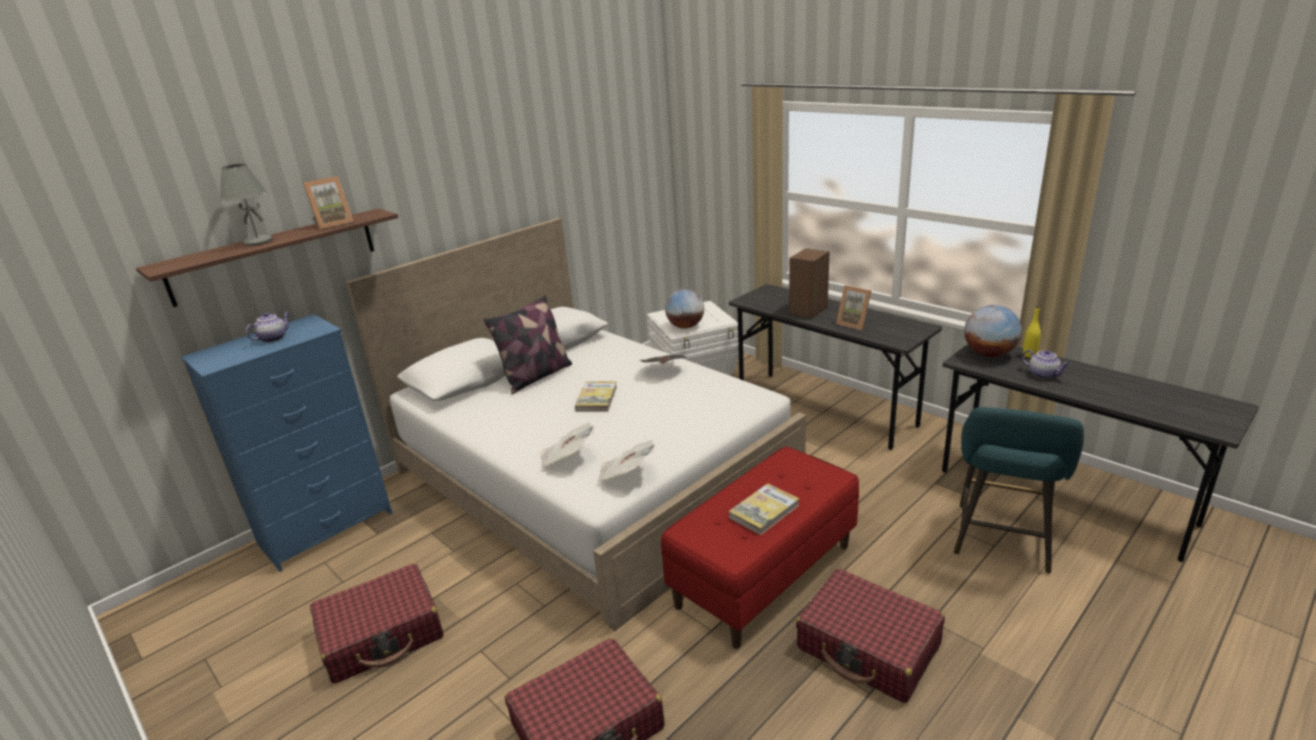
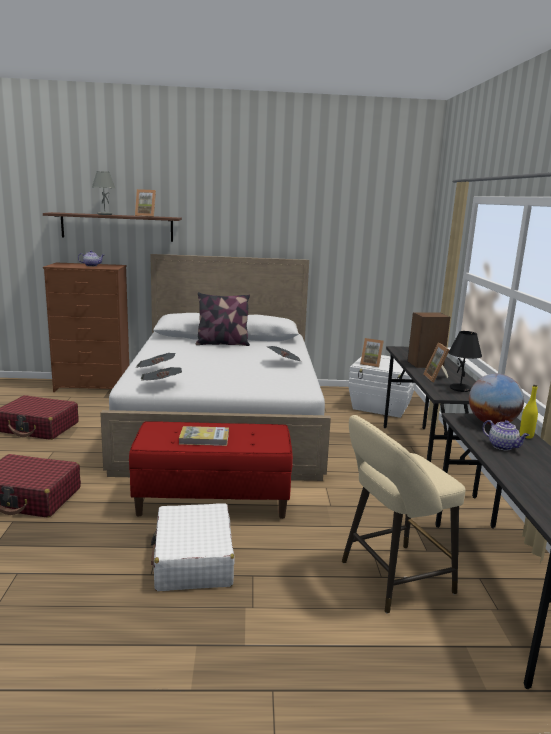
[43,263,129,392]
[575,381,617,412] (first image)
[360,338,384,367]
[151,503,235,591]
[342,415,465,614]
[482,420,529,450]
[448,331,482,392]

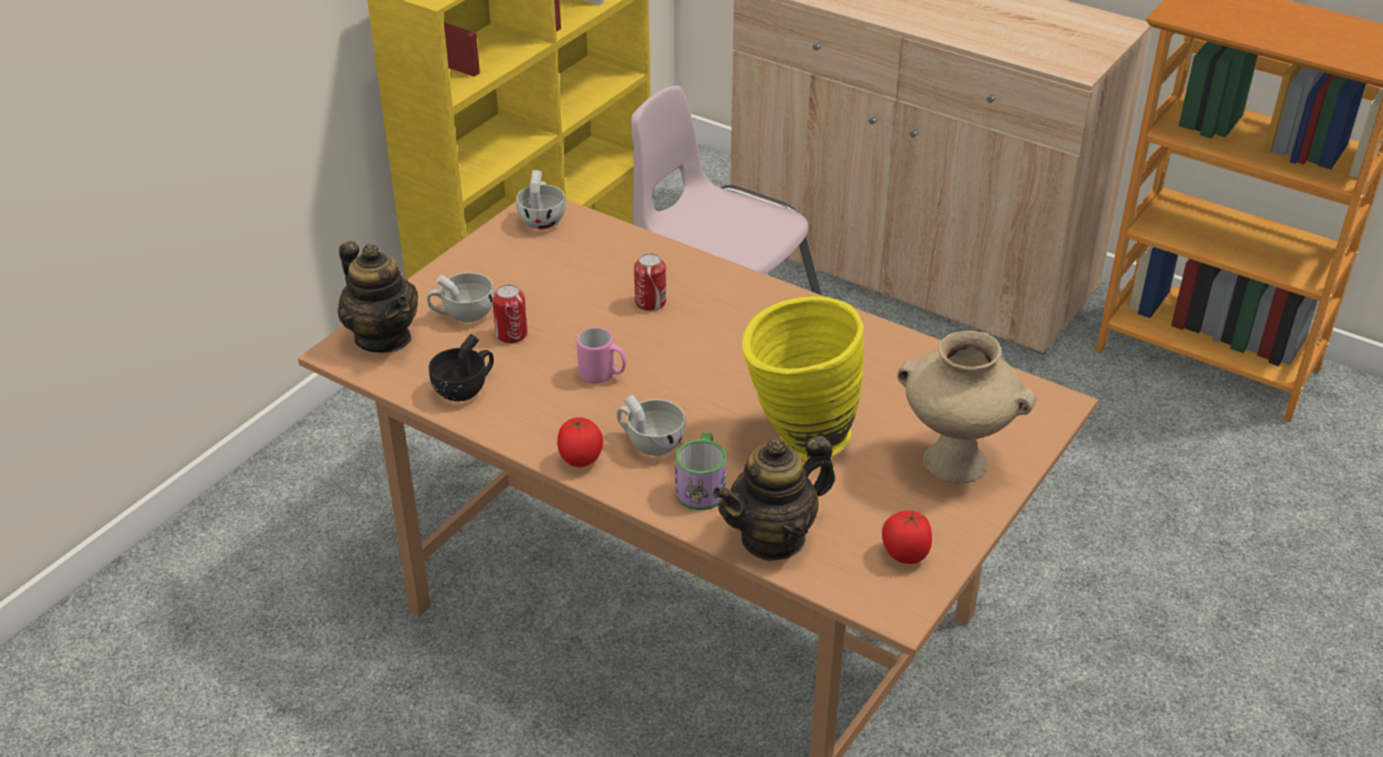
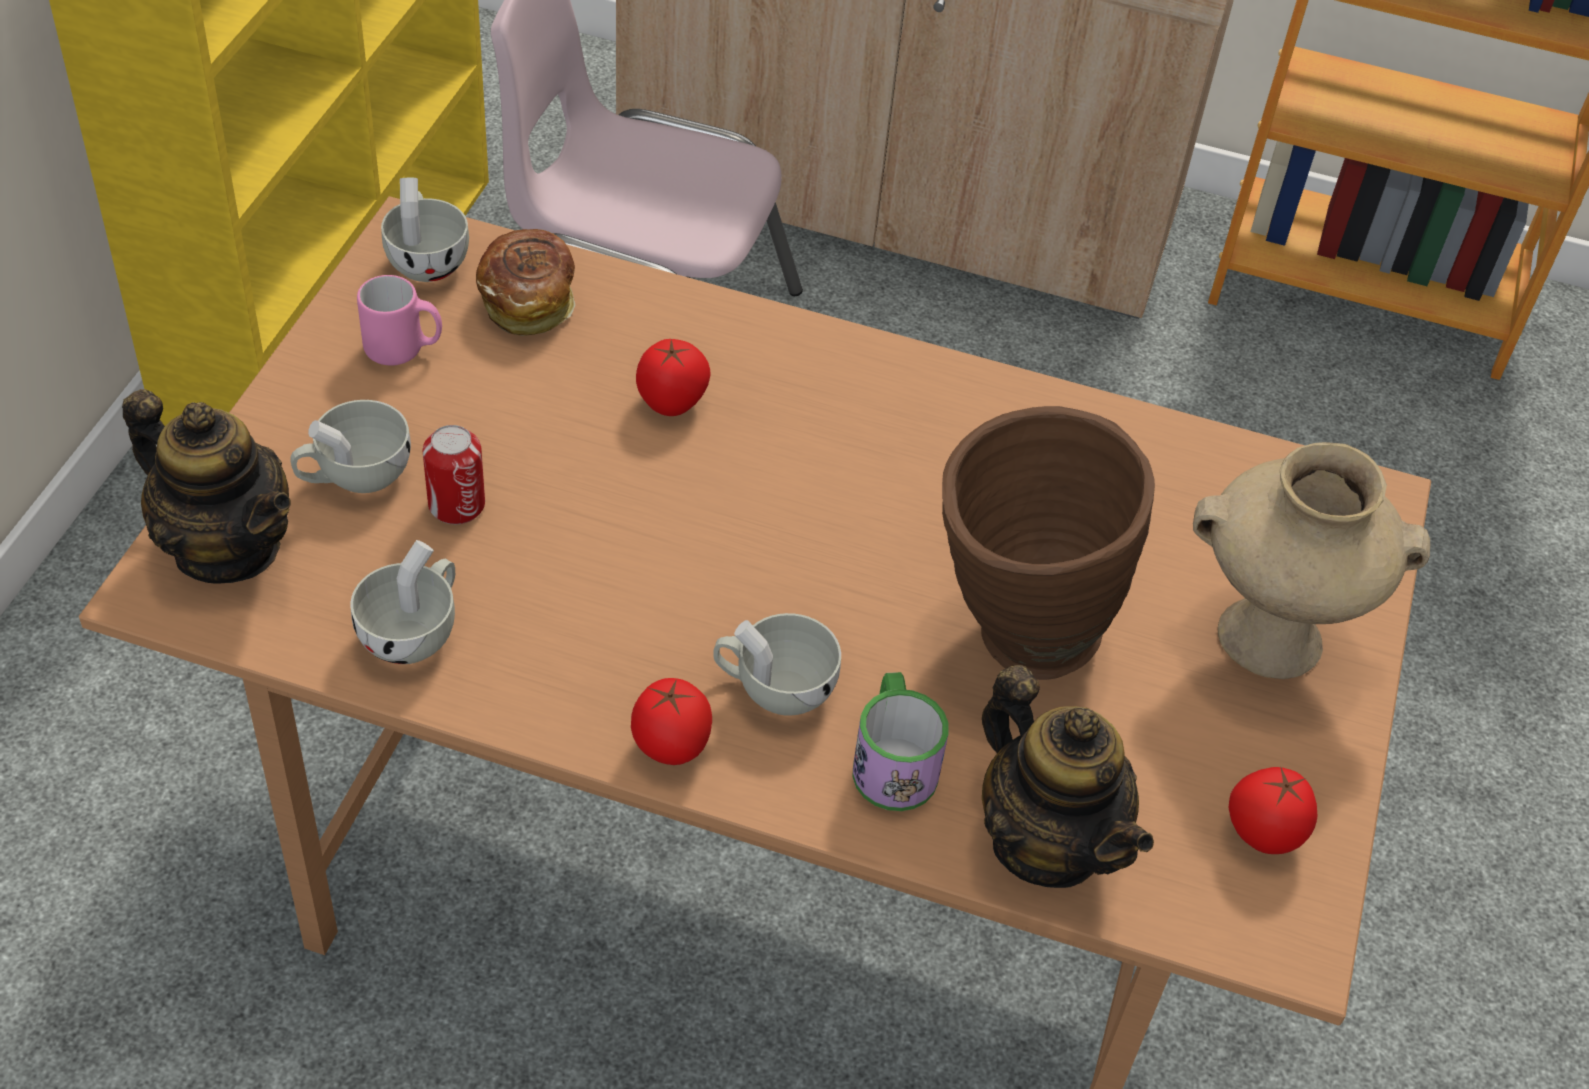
[351,540,455,664]
[357,275,442,366]
[636,339,711,416]
[982,665,1154,888]
[942,406,1155,680]
[476,229,575,336]

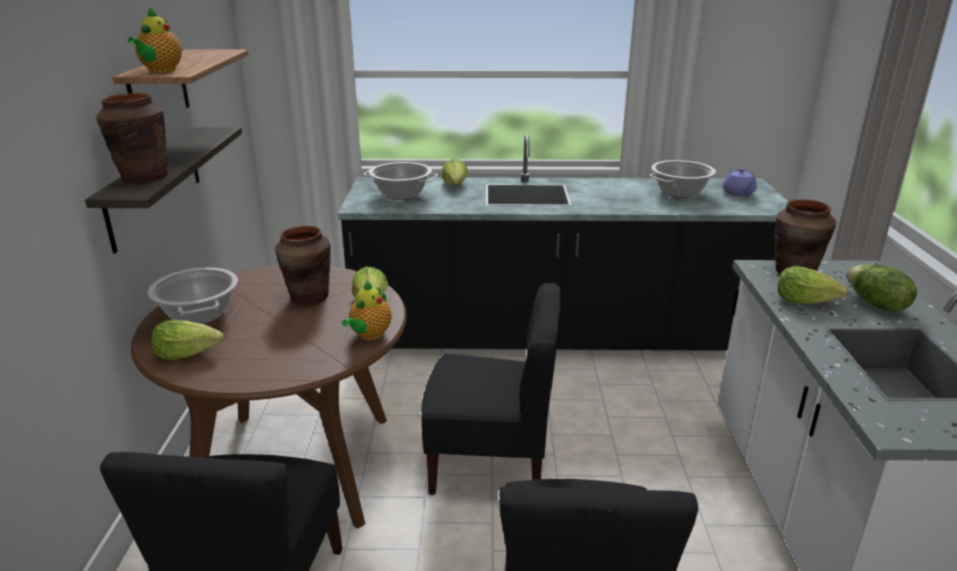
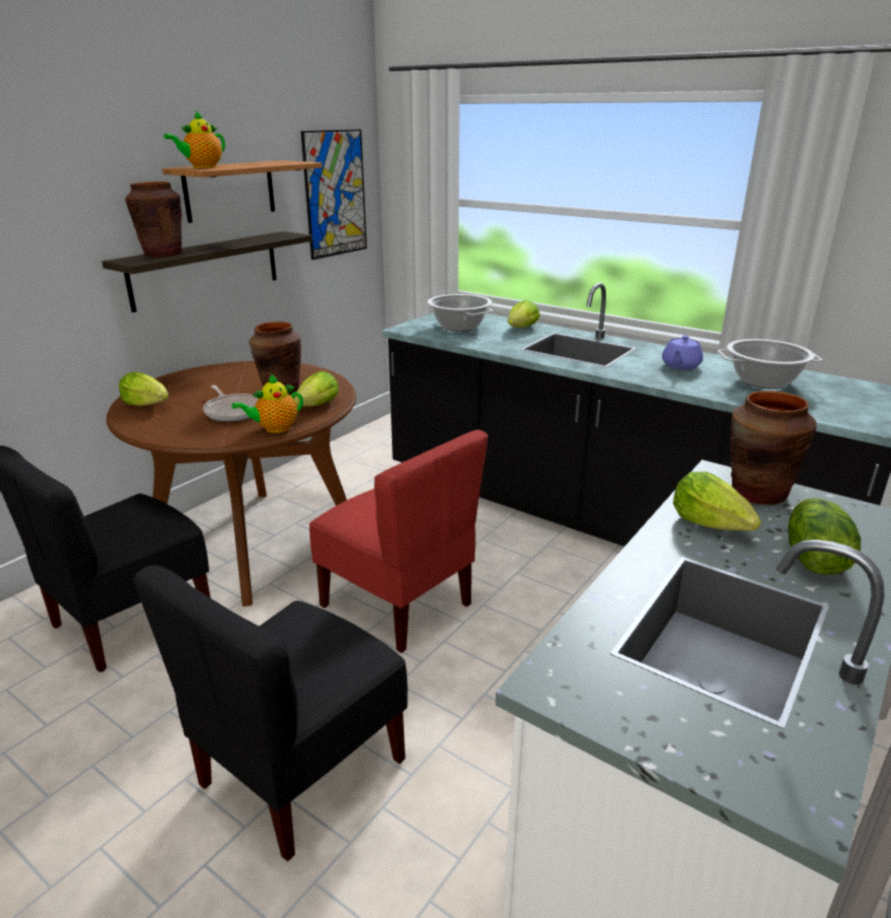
[148,267,238,324] (first image)
[309,430,488,653]
[662,335,703,370]
[203,385,259,422]
[301,129,367,260]

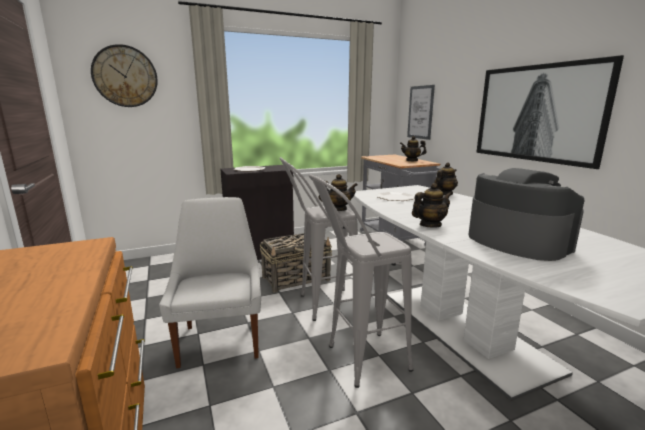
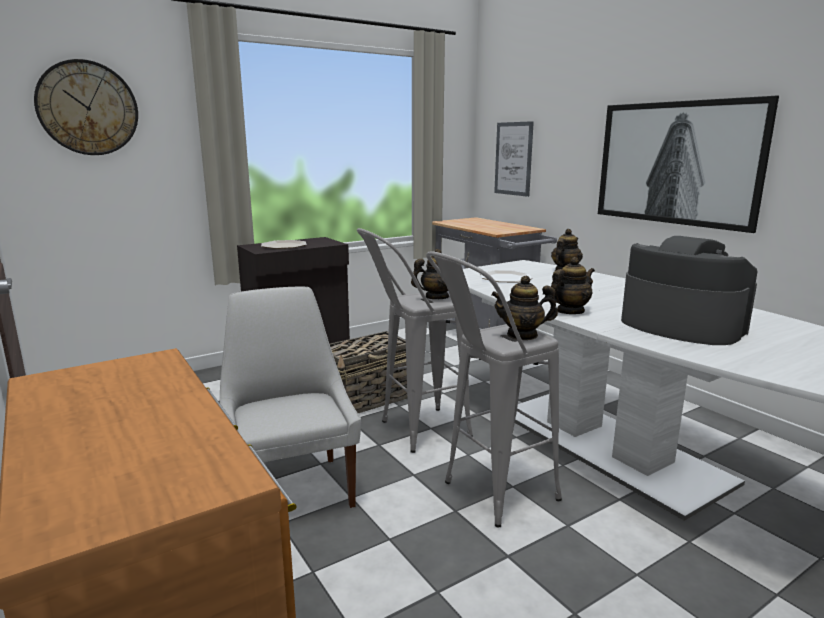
[491,276,558,340]

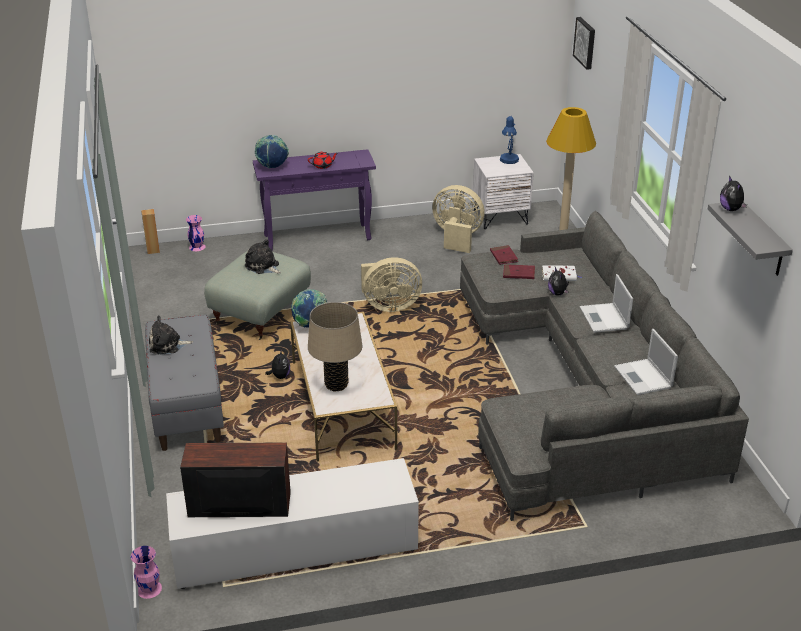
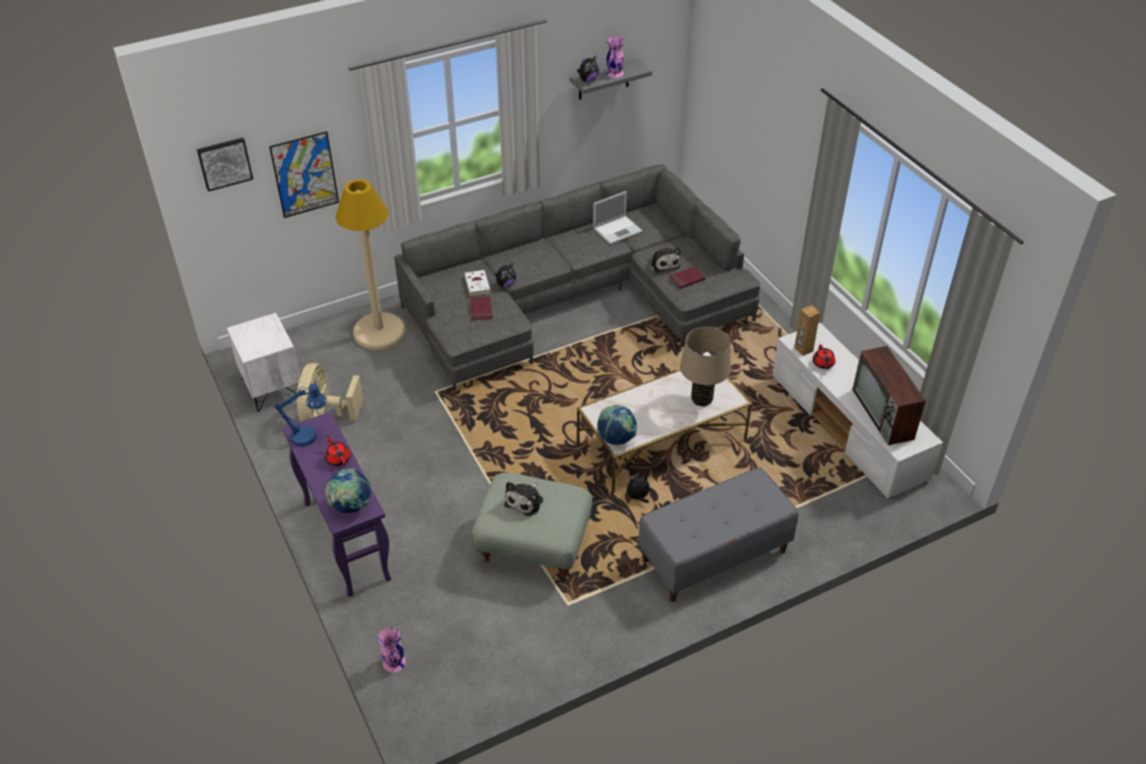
[606,36,625,78]
[794,305,820,356]
[649,247,680,274]
[361,257,422,312] (first image)
[670,266,706,289]
[274,383,327,447]
[580,274,633,333] (first image)
[269,131,339,218]
[813,344,835,369]

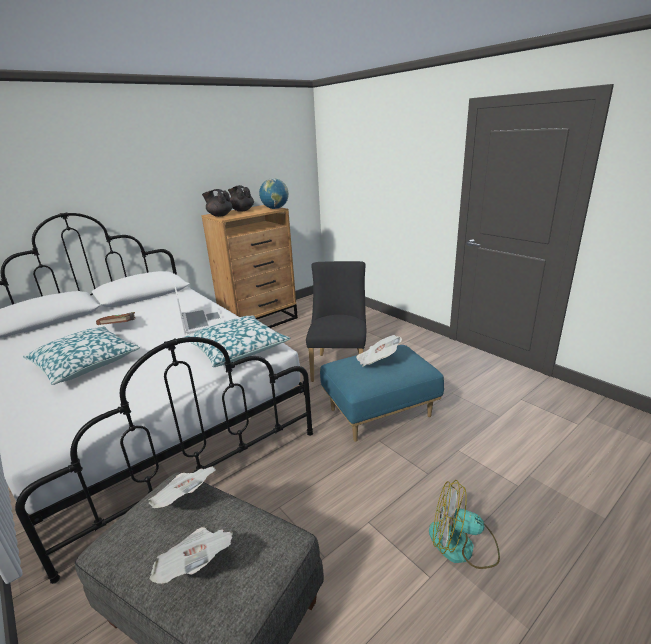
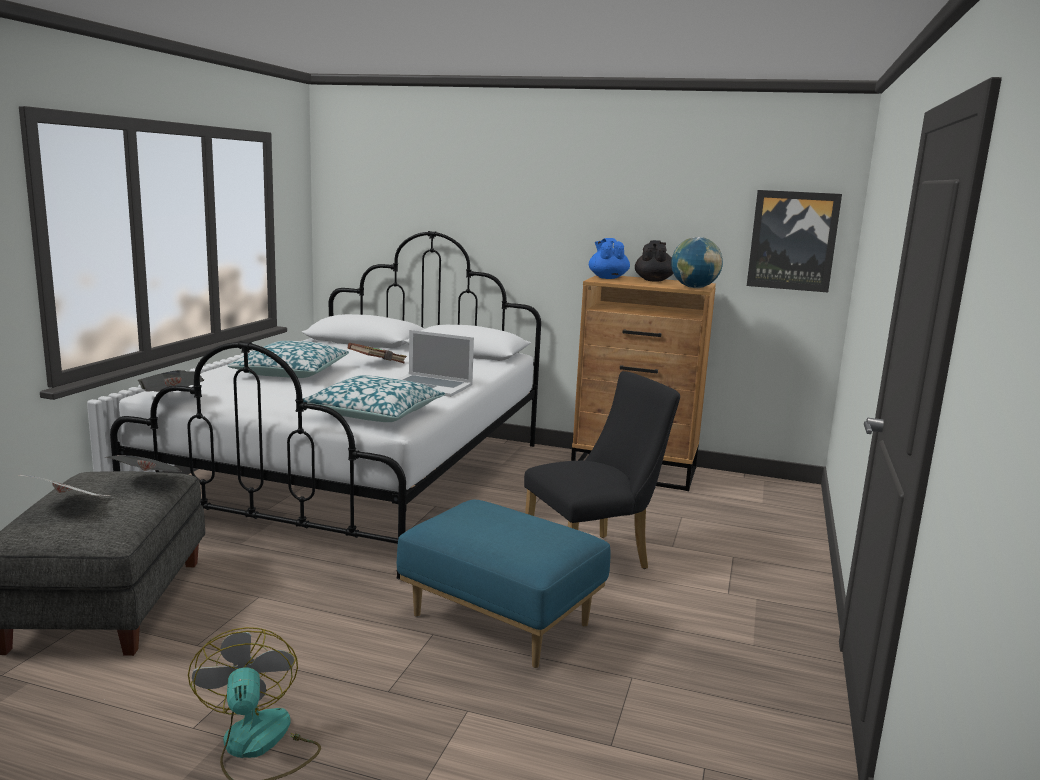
[398,330,474,397]
[589,238,630,279]
[138,370,204,392]
[747,190,842,292]

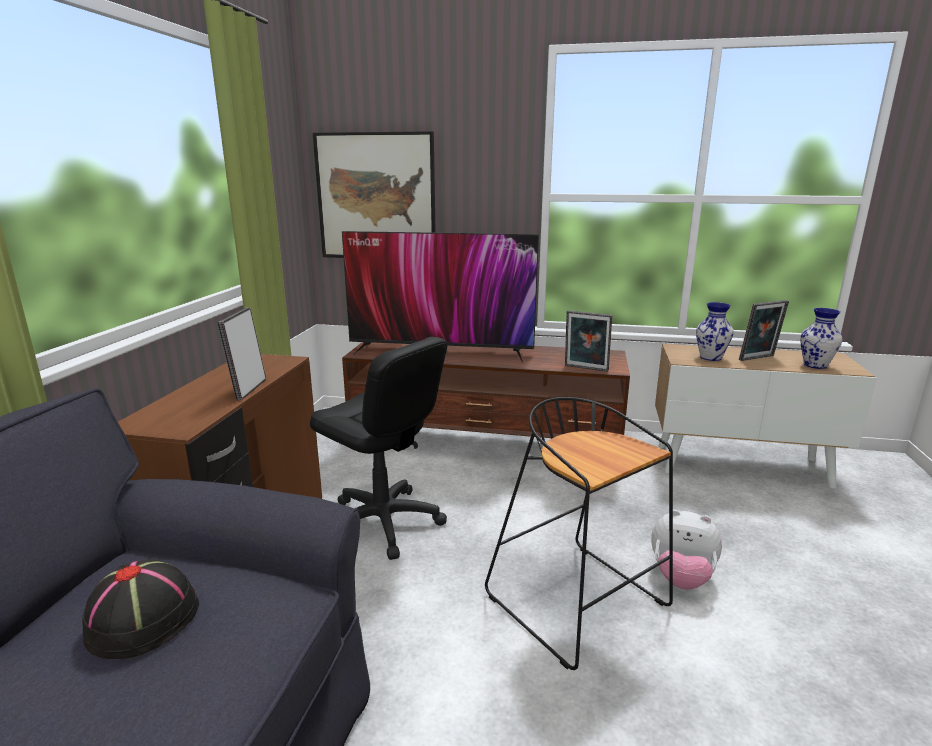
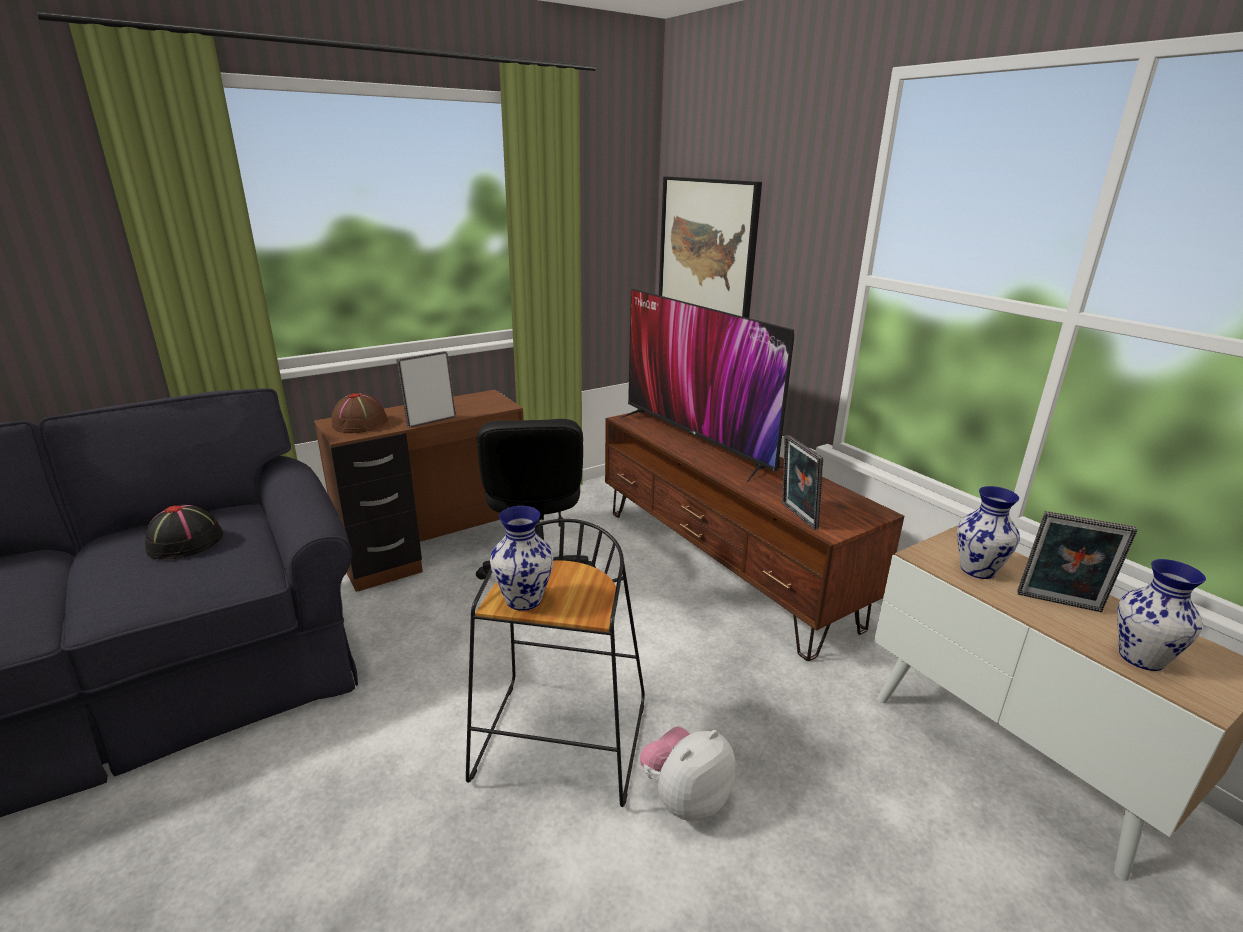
[640,727,735,821]
[331,393,388,433]
[490,506,553,611]

